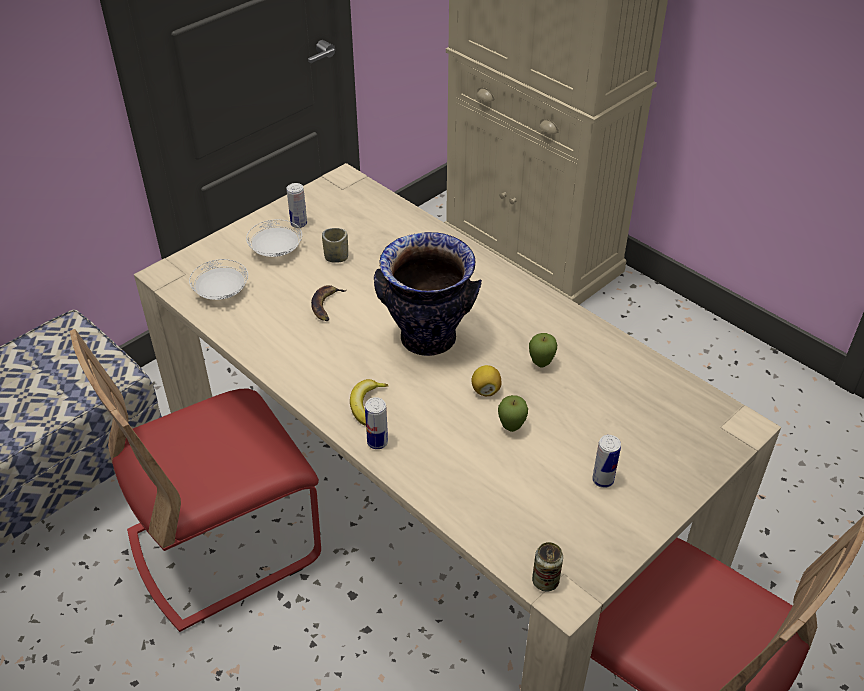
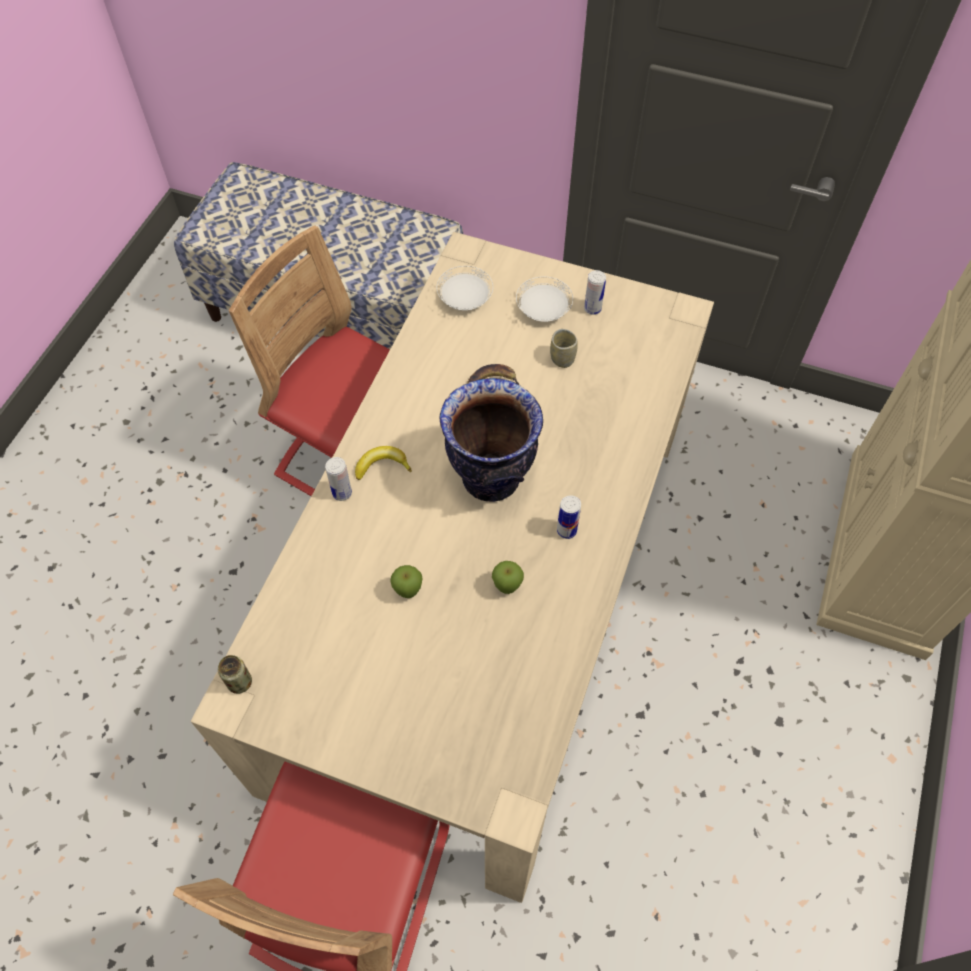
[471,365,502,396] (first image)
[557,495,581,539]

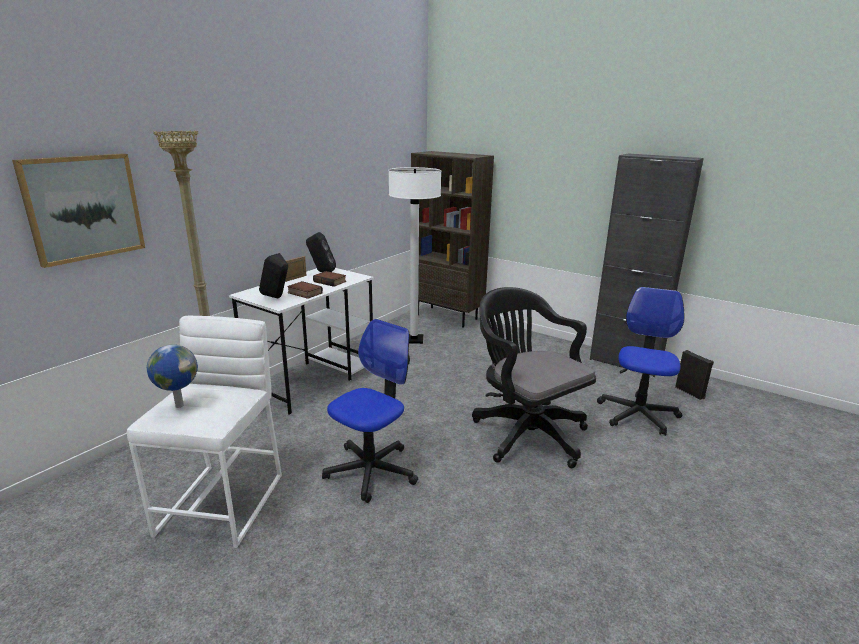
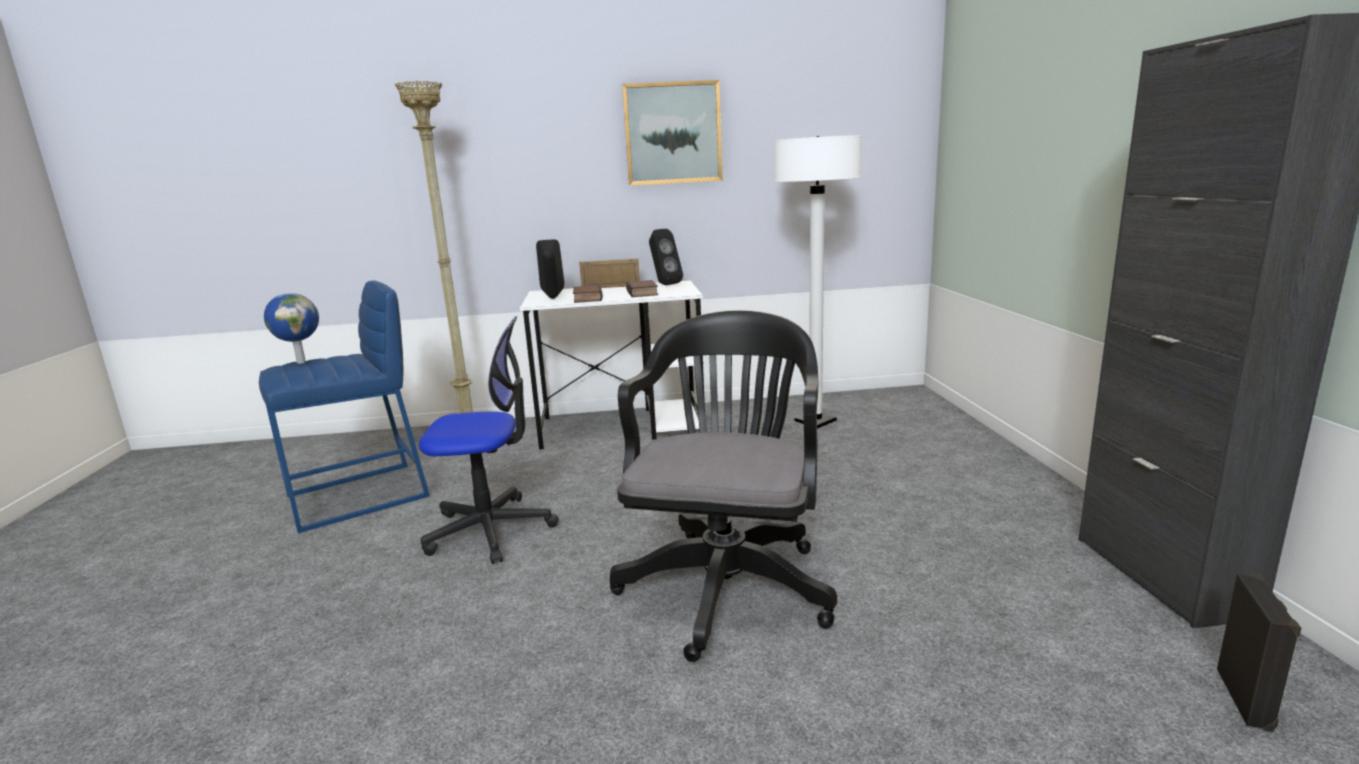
[622,80,723,186]
[259,280,430,533]
[411,151,494,328] (first image)
[597,287,684,436] (first image)

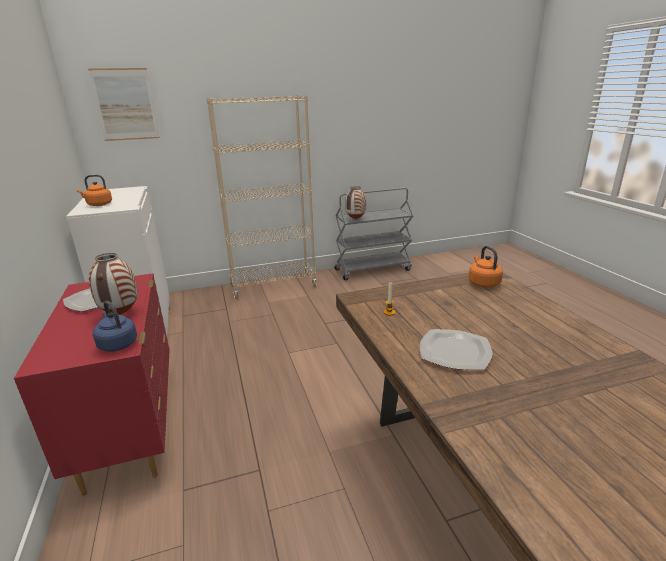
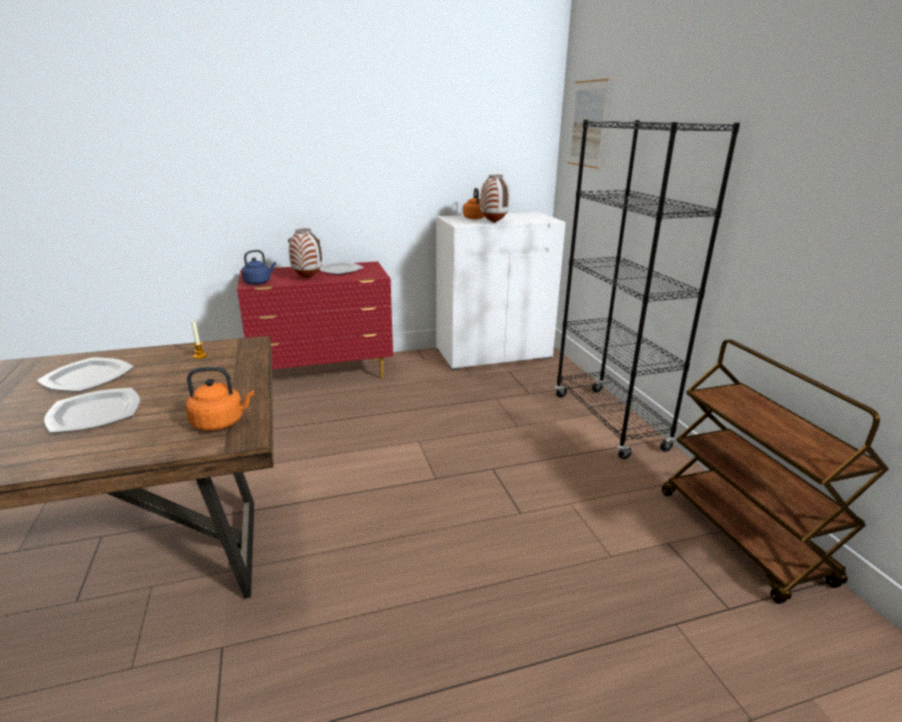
[555,120,740,459]
[662,339,889,604]
[480,174,510,223]
[44,388,140,433]

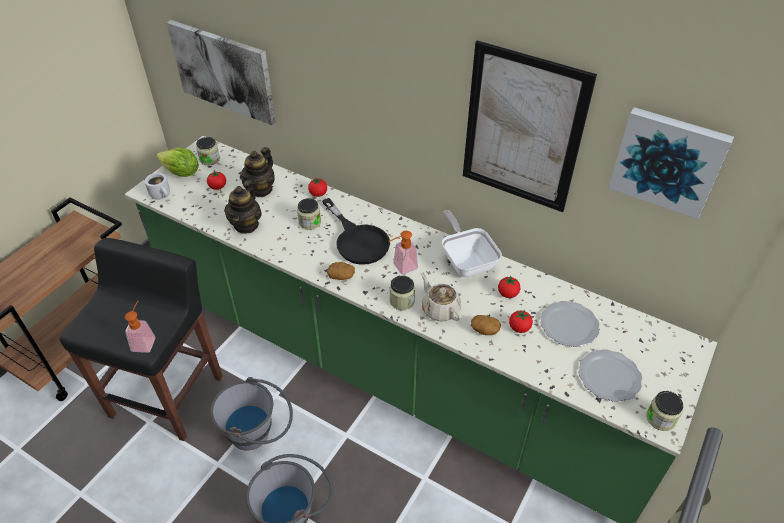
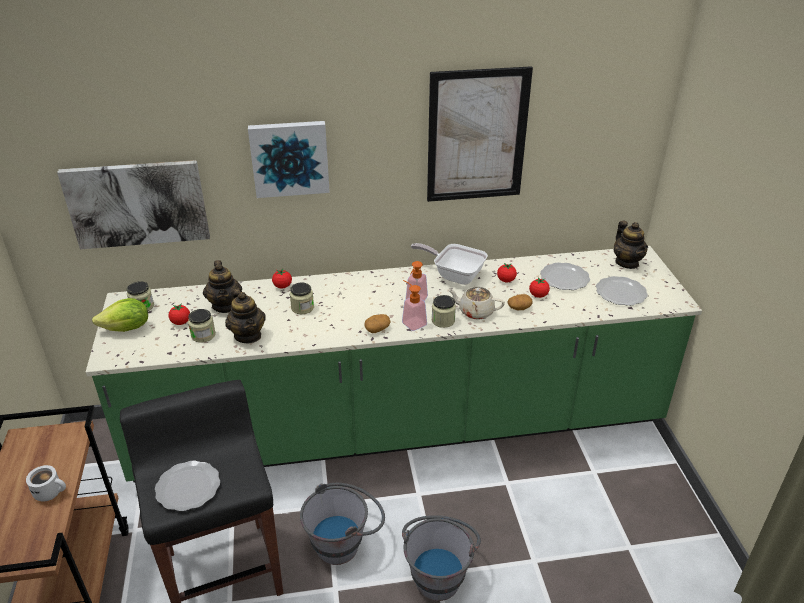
[402,280,427,331]
[26,465,66,501]
[322,198,390,265] (first image)
[248,121,330,198]
[188,309,216,343]
[155,461,220,511]
[614,221,648,269]

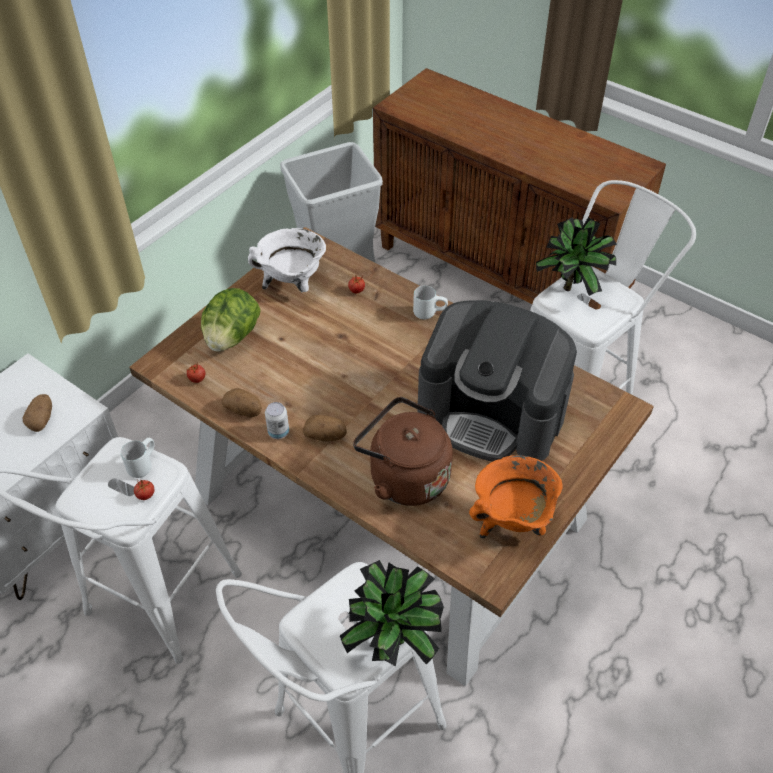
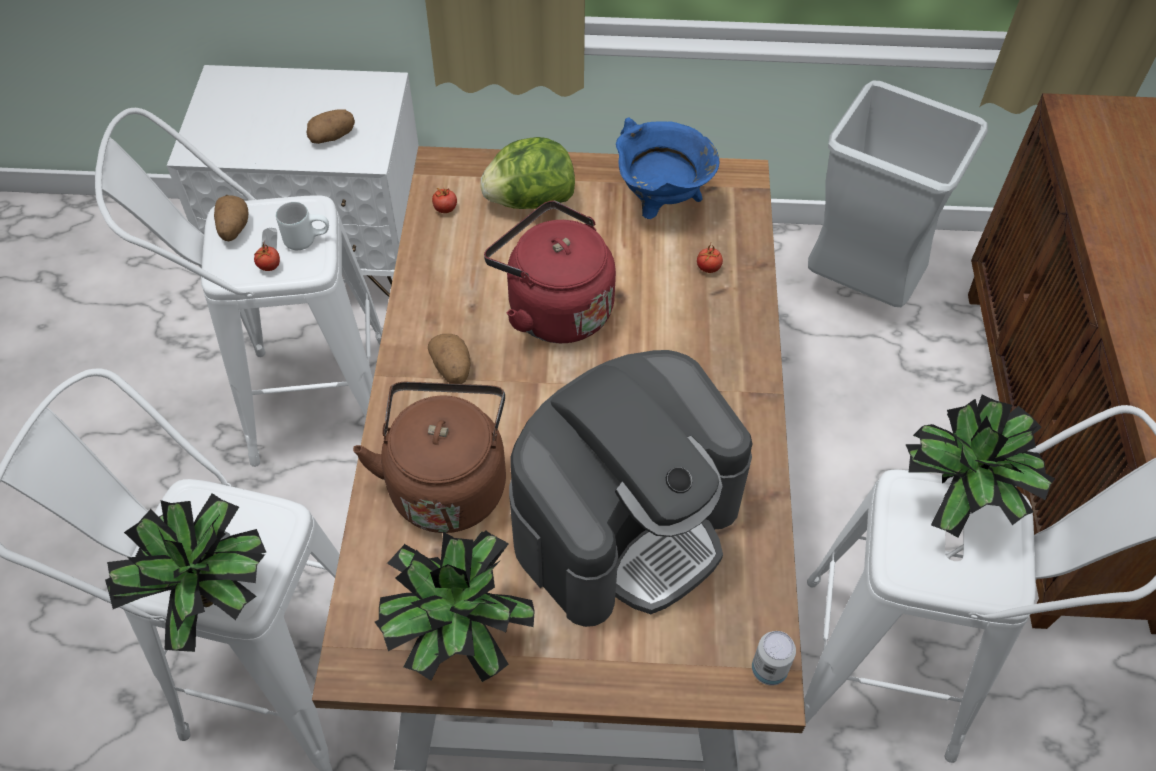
[214,195,248,241]
[616,117,719,219]
[752,631,796,686]
[413,285,448,319] (first image)
[509,350,753,627]
[375,530,535,682]
[484,201,616,343]

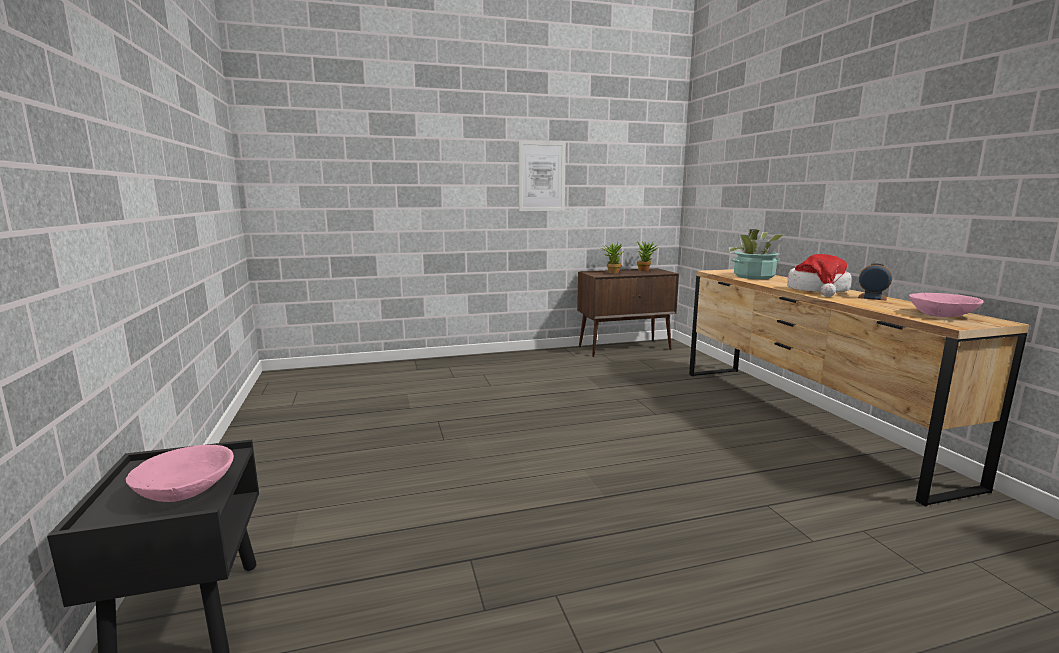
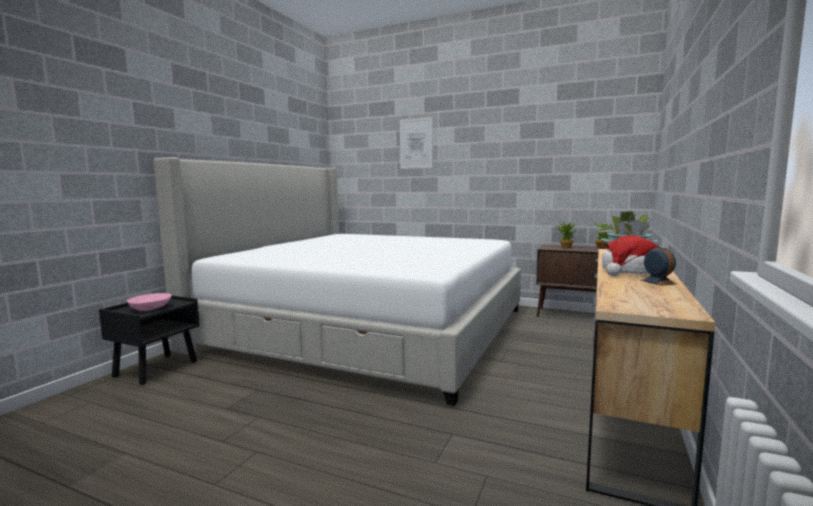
[400,117,433,169]
[909,293,983,317] (first image)
[153,157,521,406]

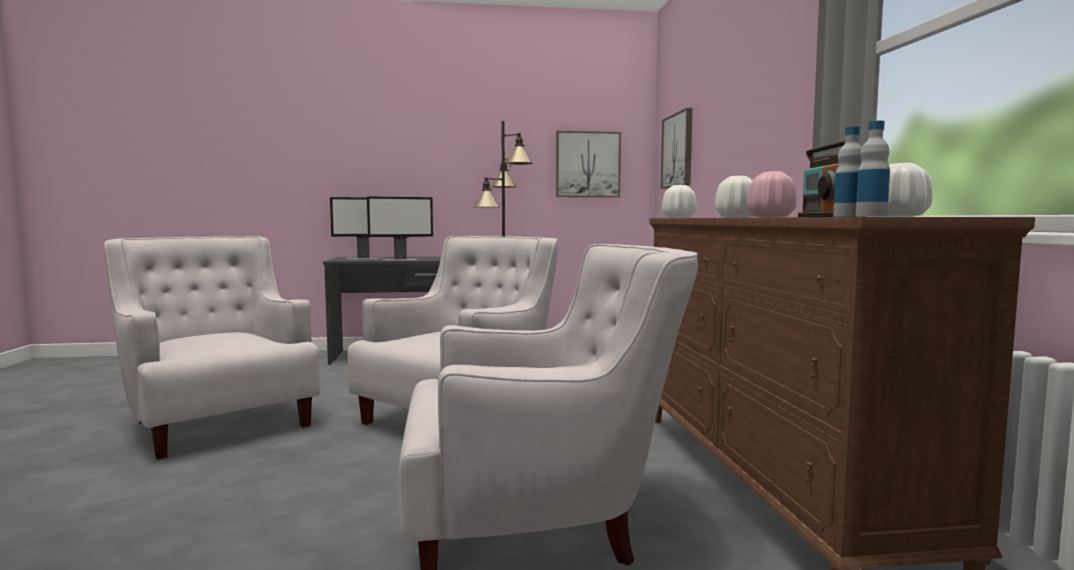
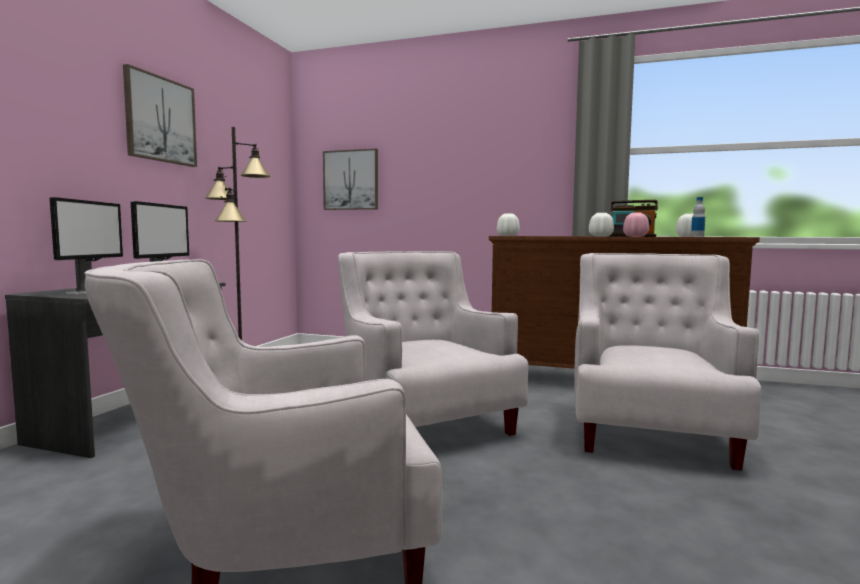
[123,64,197,167]
[856,121,890,217] (first image)

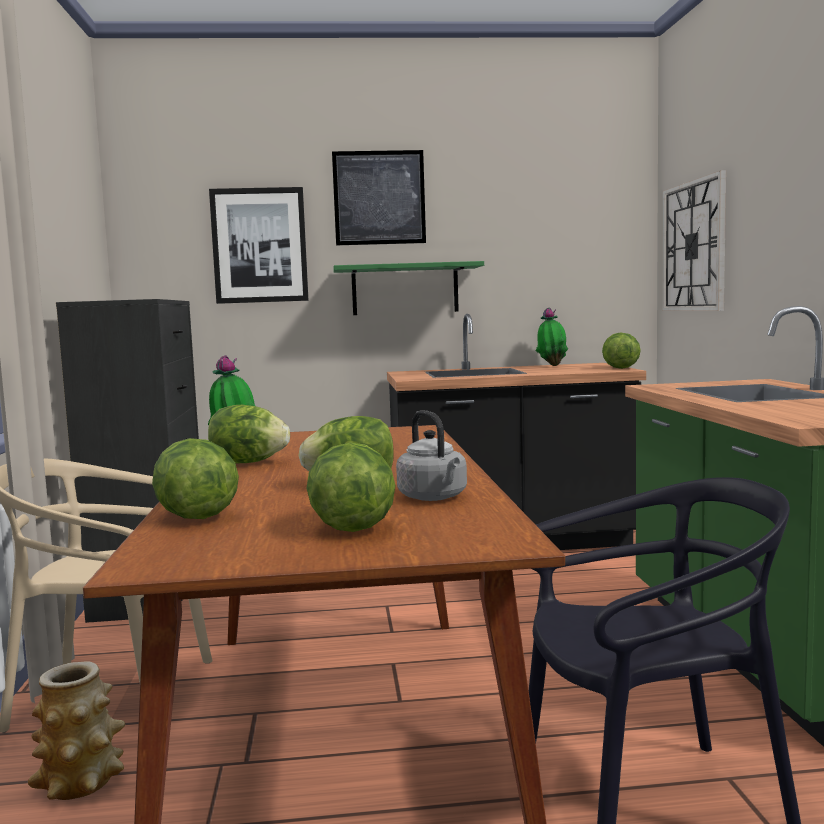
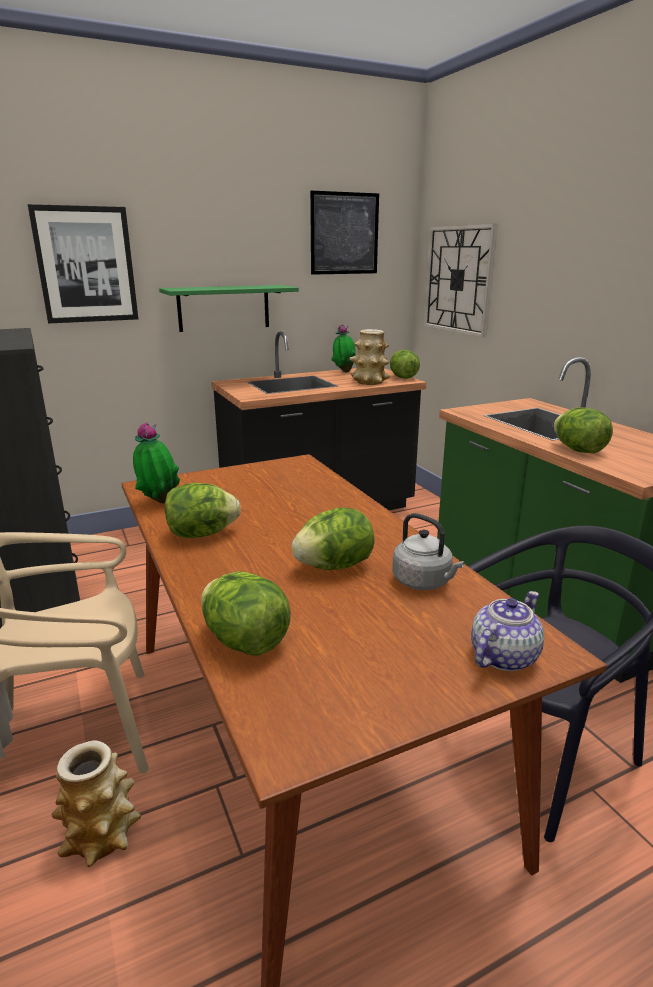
[554,407,613,453]
[310,191,379,275]
[349,329,390,385]
[471,591,544,671]

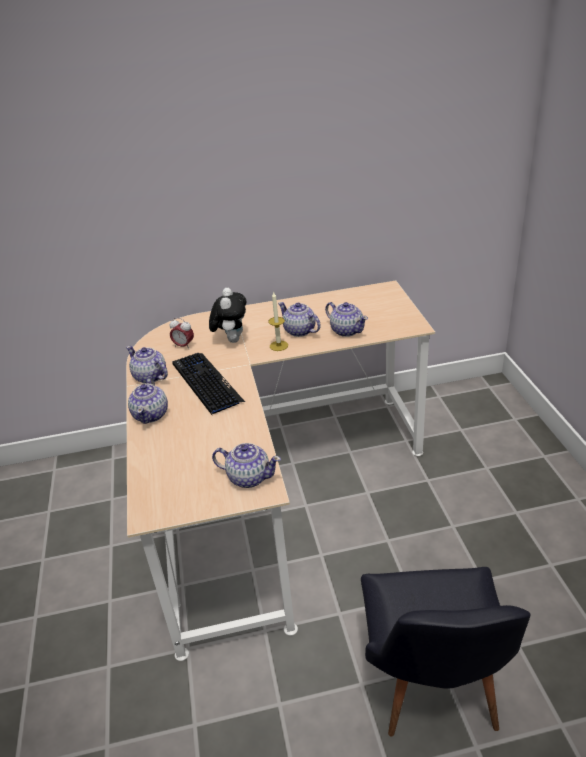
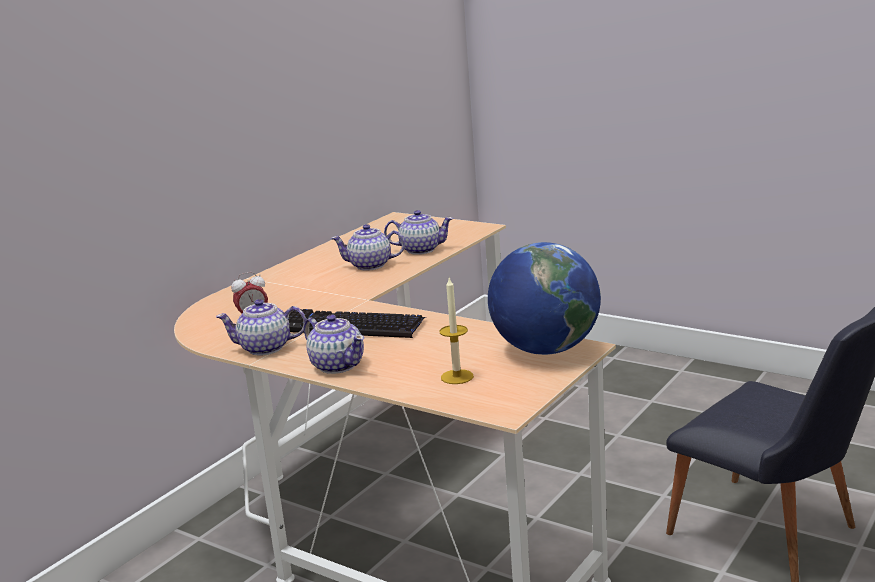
[209,288,246,343] (first image)
[488,242,601,355]
[439,277,474,384]

